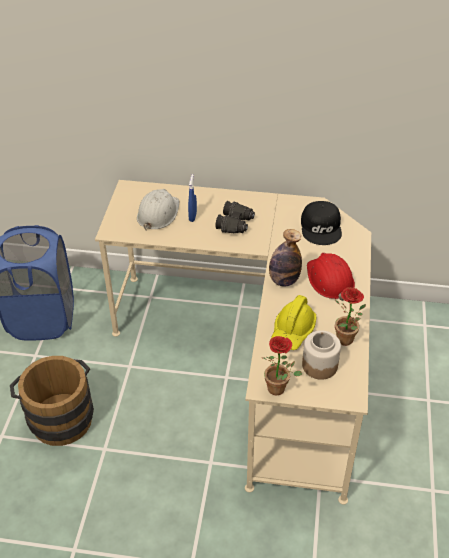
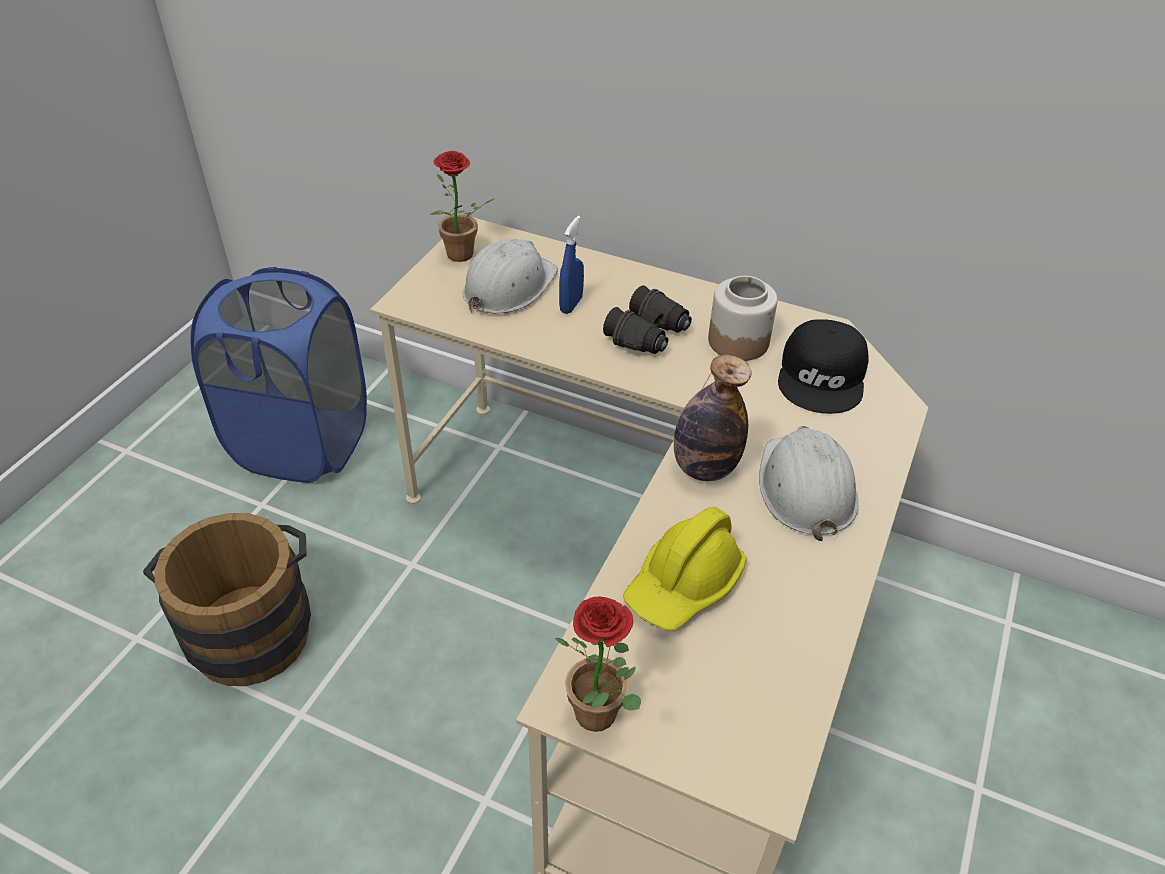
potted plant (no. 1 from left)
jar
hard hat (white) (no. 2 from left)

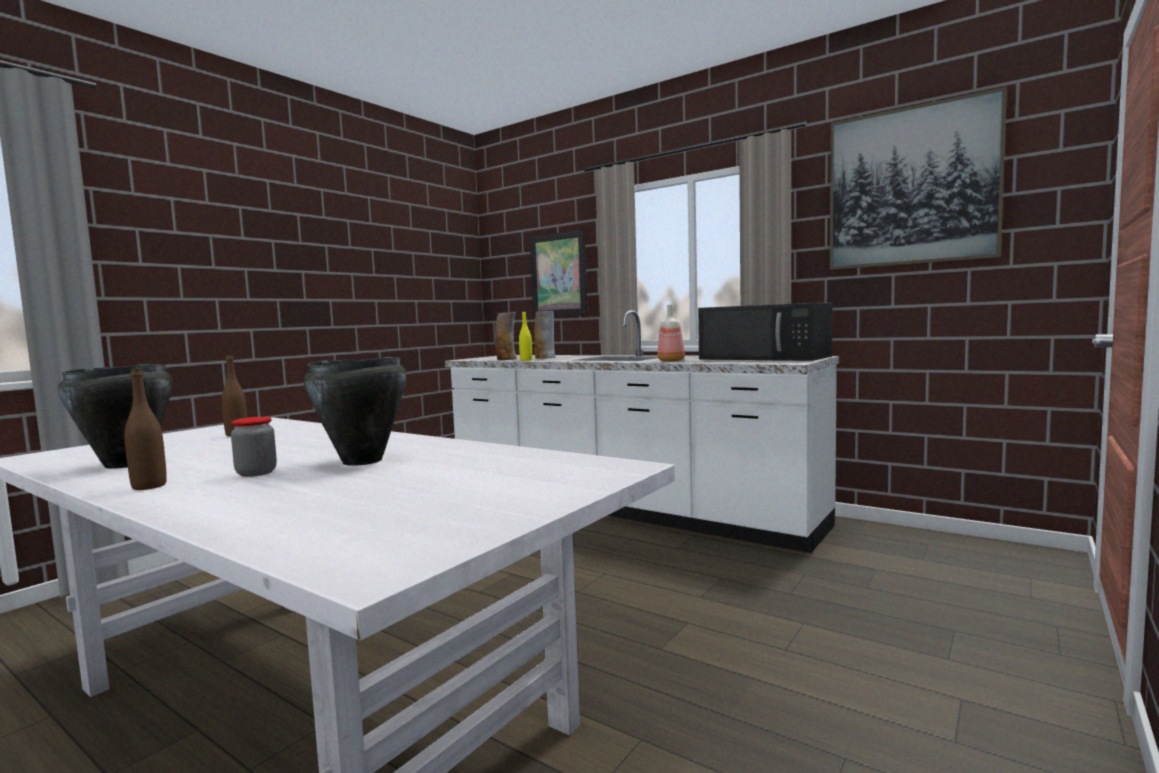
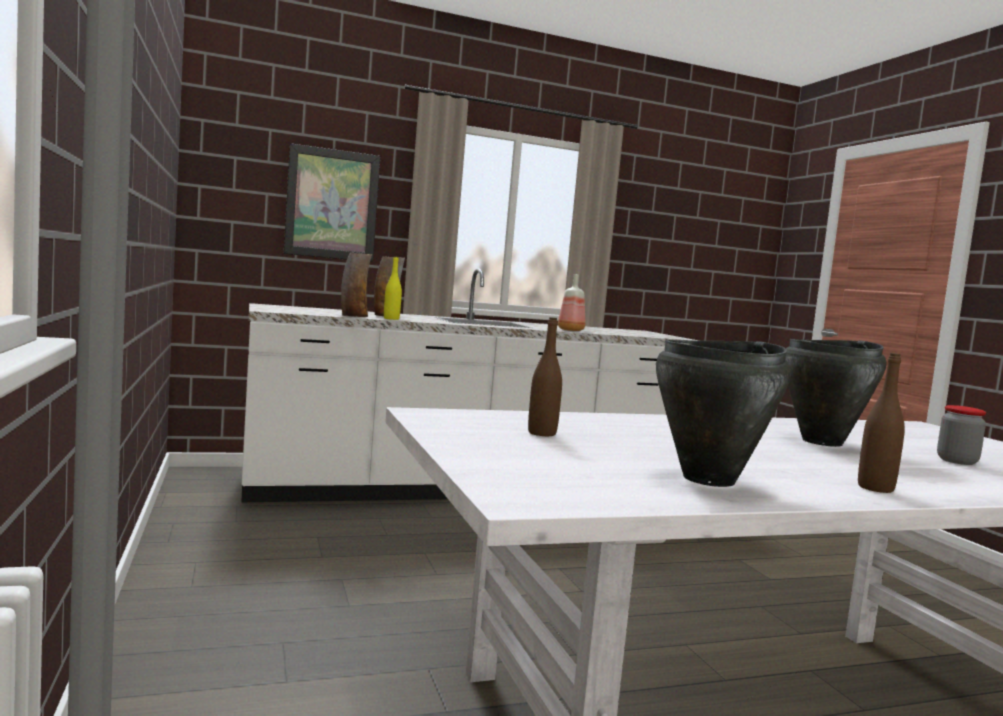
jar
microwave (black)
picture (no. 2 from left in the first image)

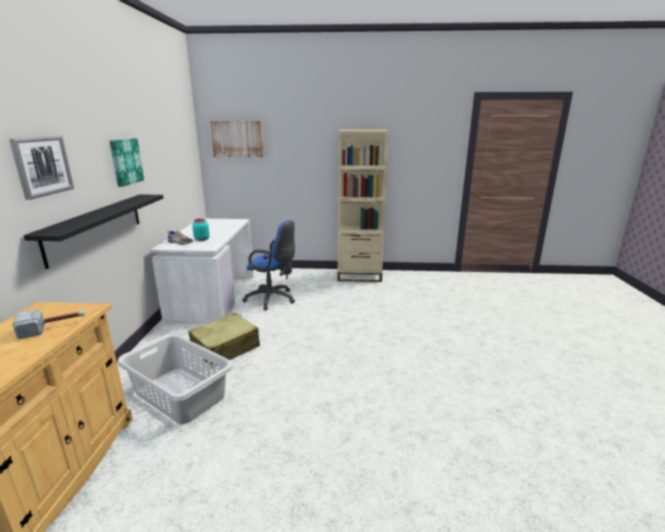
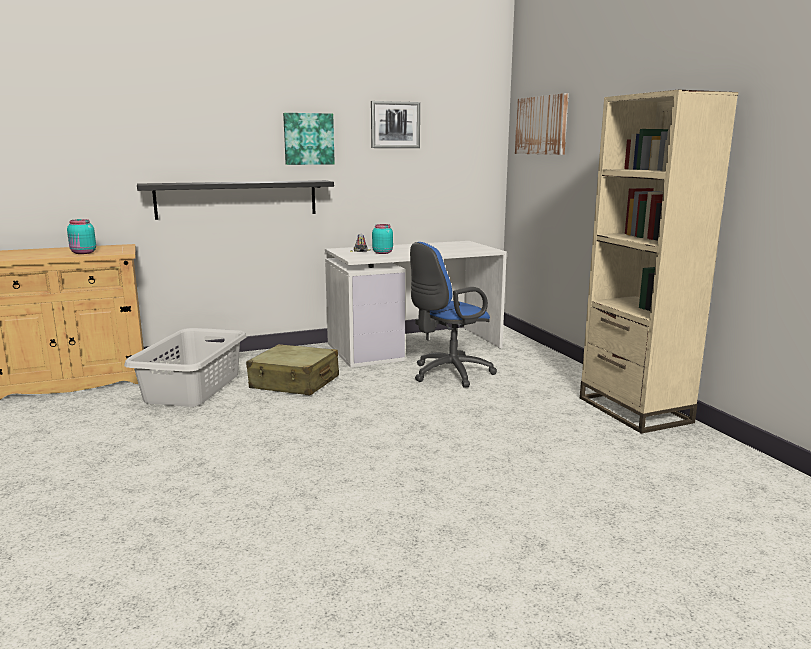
jar (turquoise) (no. 1 from left)
picture (no. 2 from left)
office chair (blue)

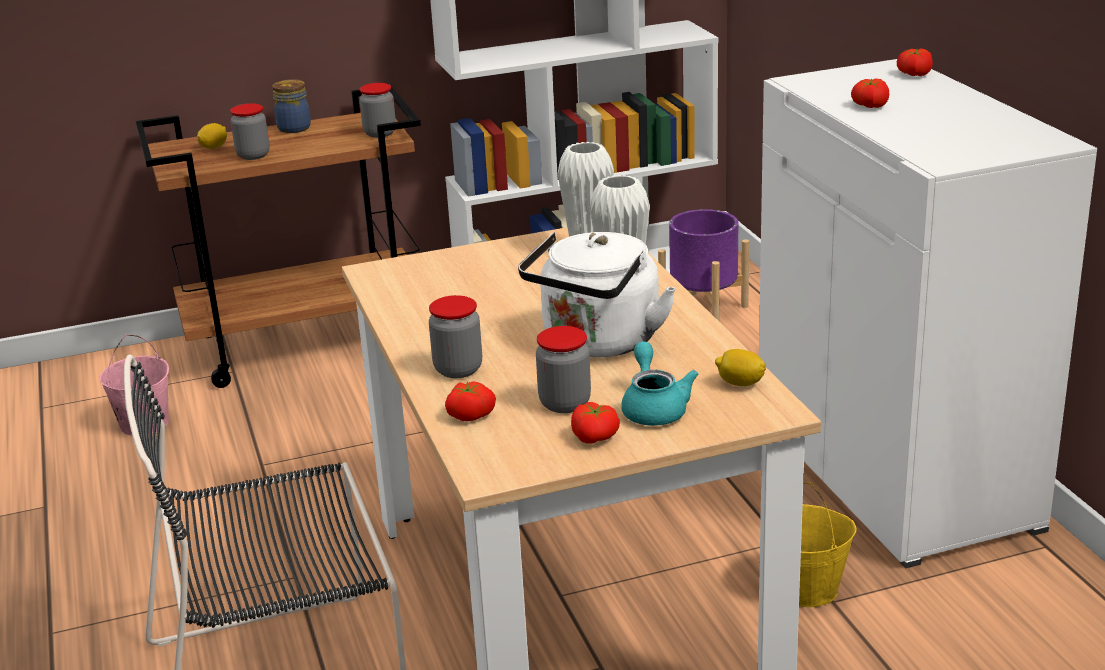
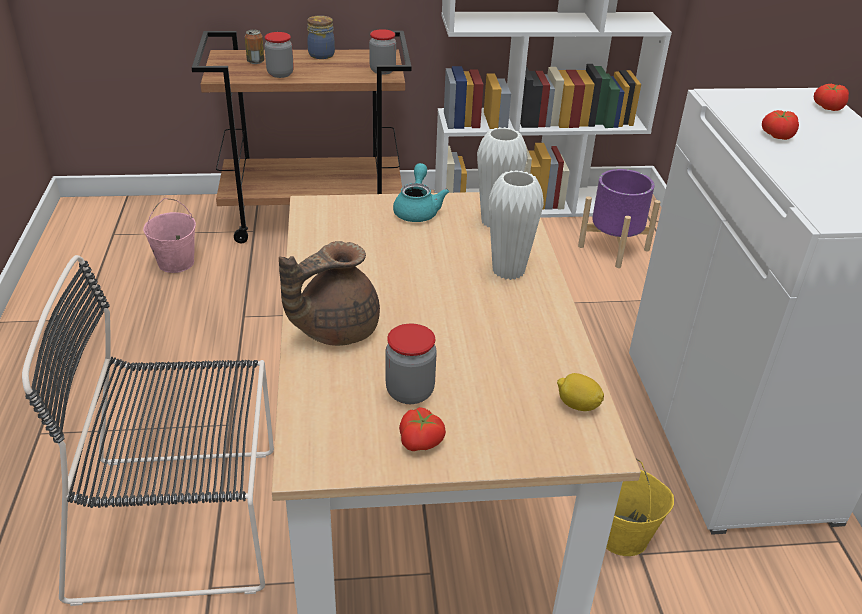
can
teapot (brown)
teapot (turquoise)
tomato (no. 1 from left in the first image)
kettle (white)

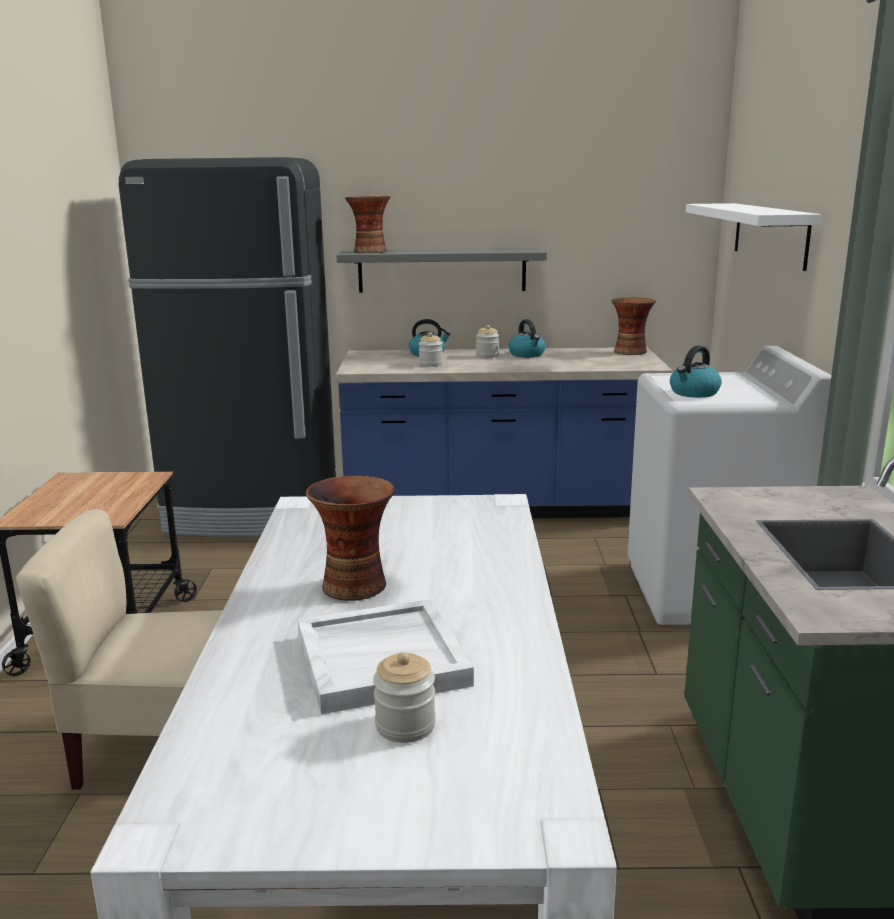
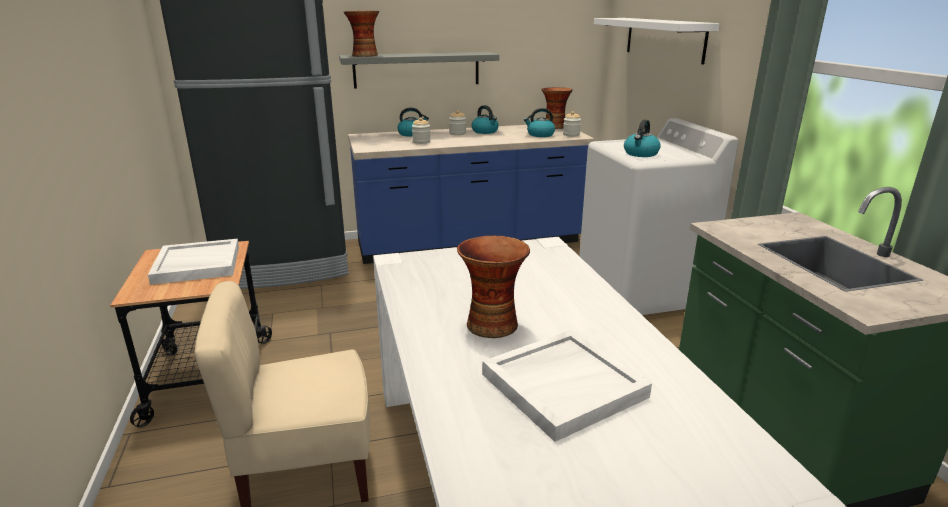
tray (white) (no. 1 from left)
kettle (no. 3 from left)
jar (no. 3 from left)

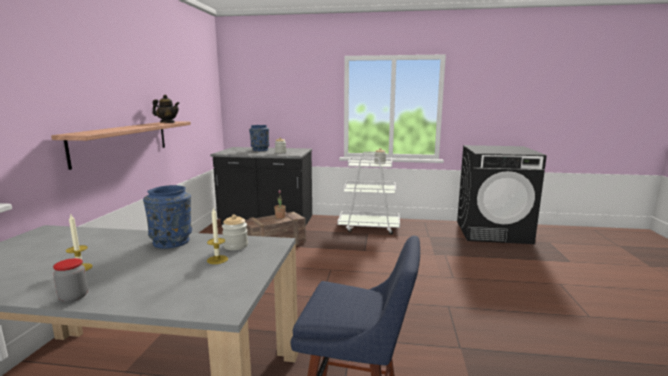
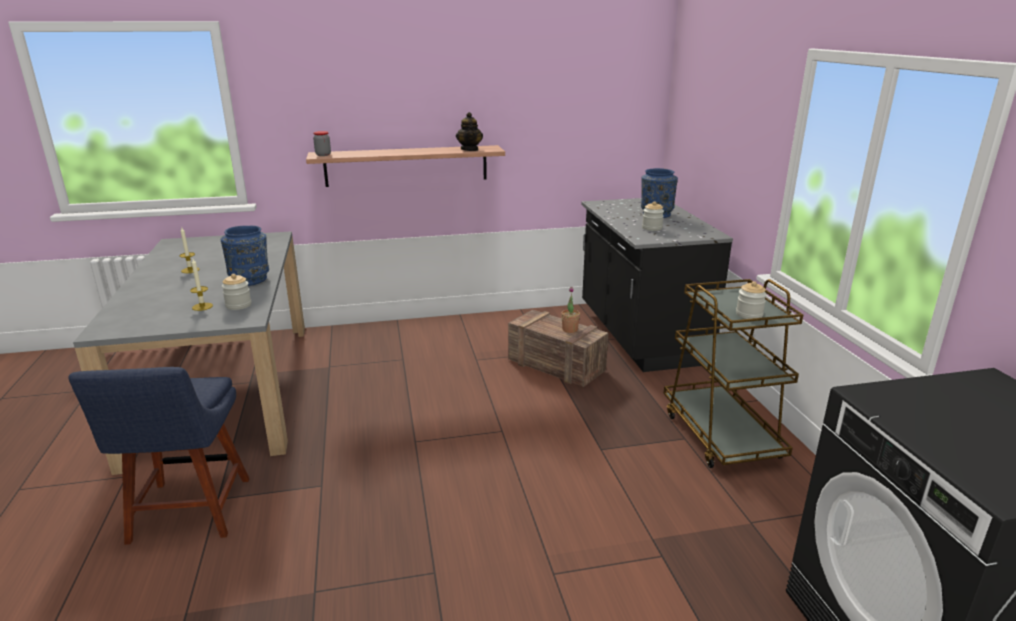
jar (no. 2 from left)
cart (brown)

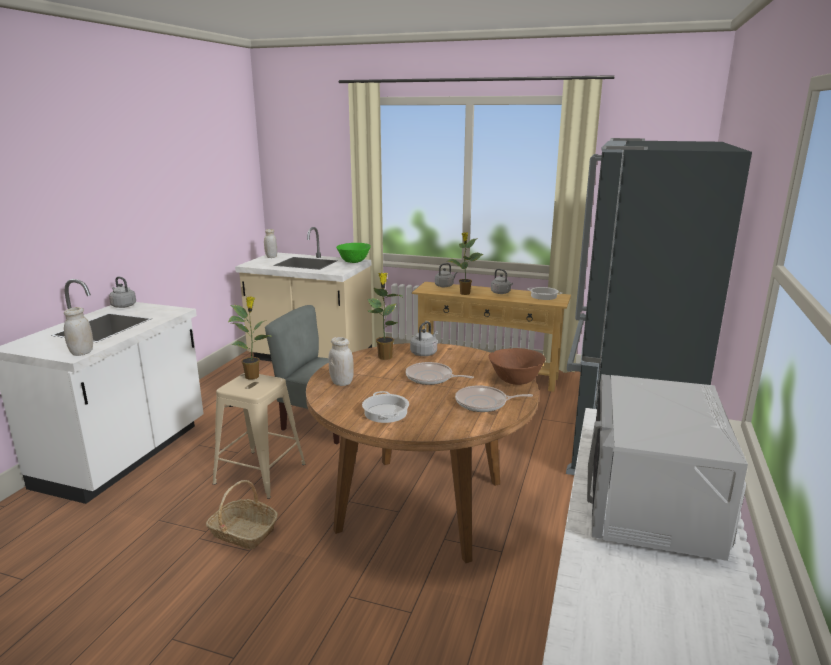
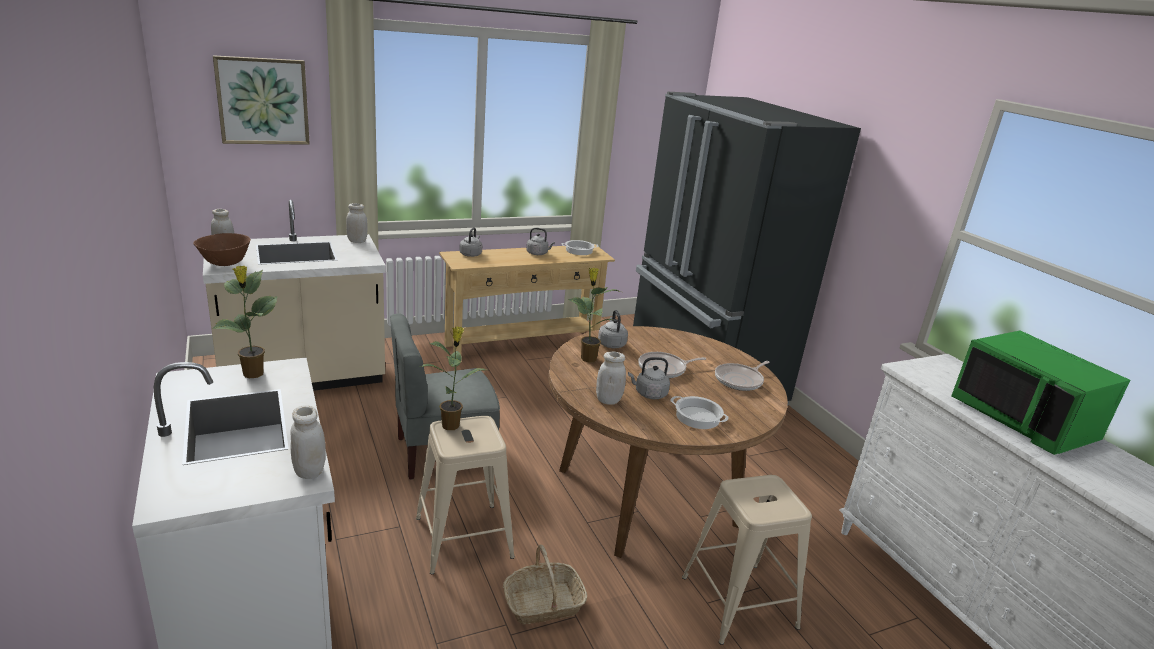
bowl (brown)
potted plant (no. 1 from left)
picture
jar (white) (no. 3 from left)
kettle (grey) (no. 4 from left)
stool (beige) (no. 2 from left)
microwave (green)

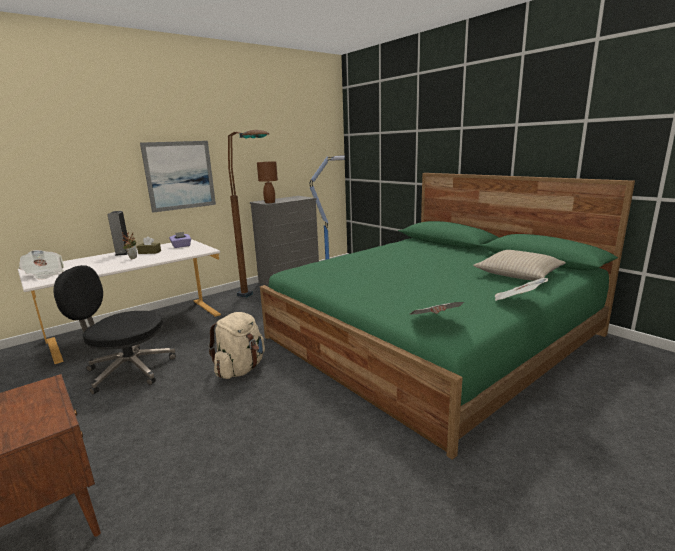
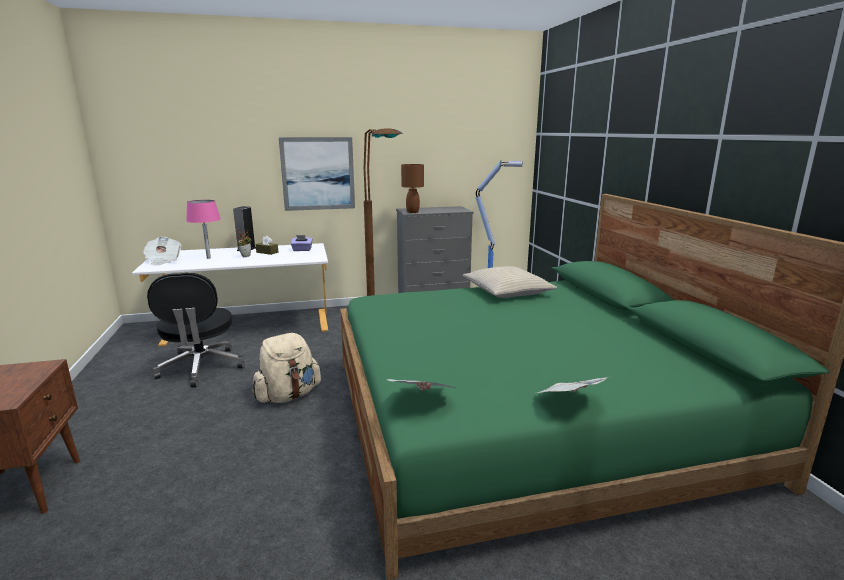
office chair (black)
table lamp (pink)
pillow (beige)

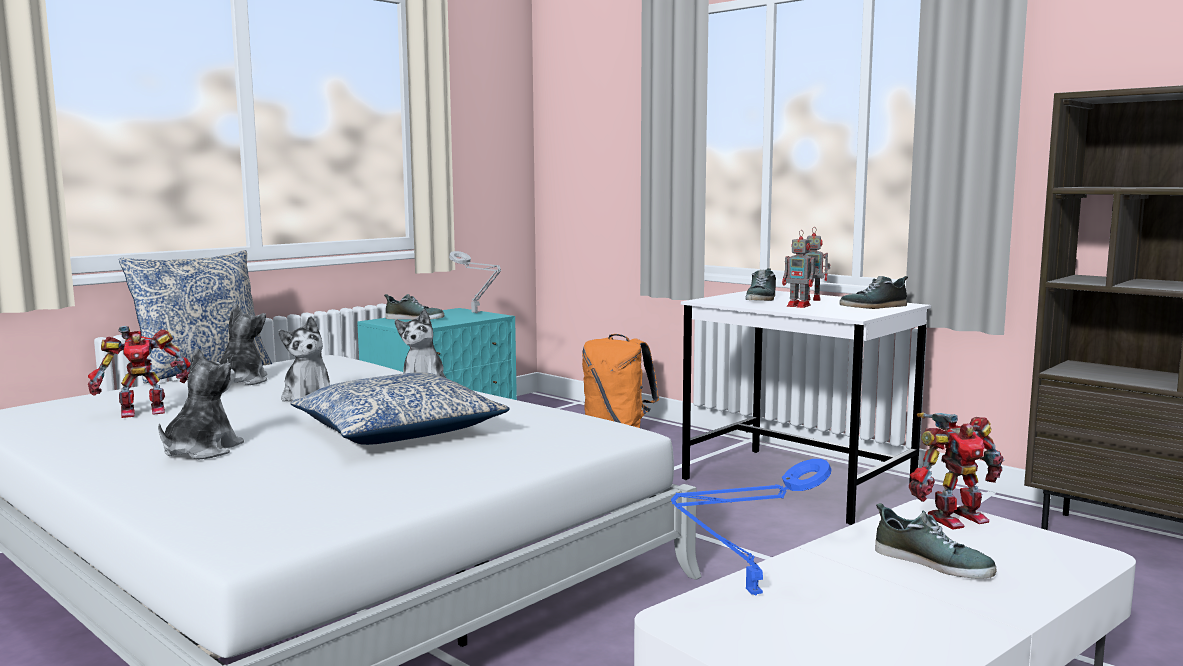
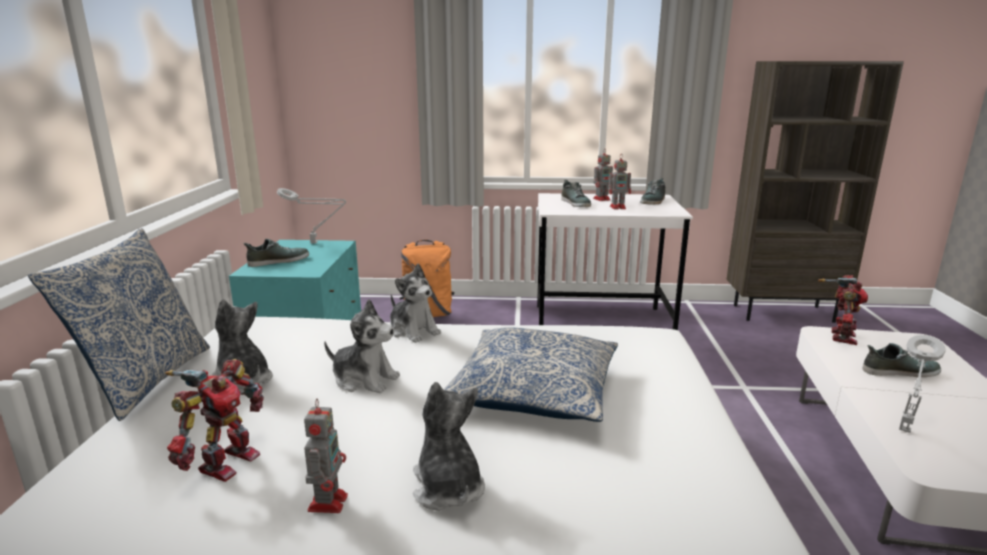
toy robot (no. 2 from left)
table lamp (grey) (no. 2 from left)

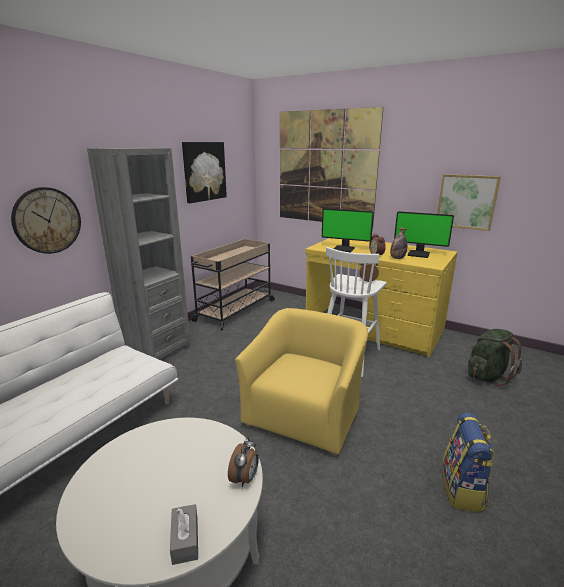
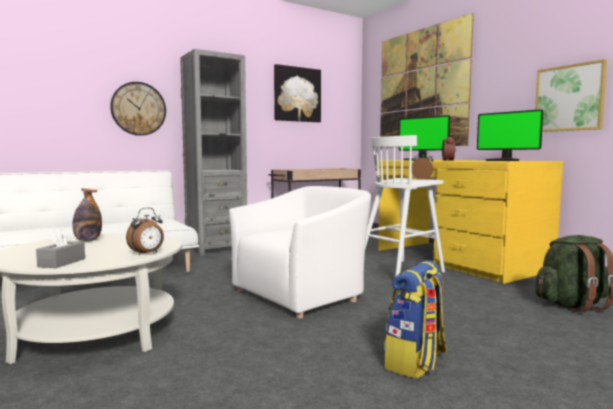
bottle
armchair (white)

